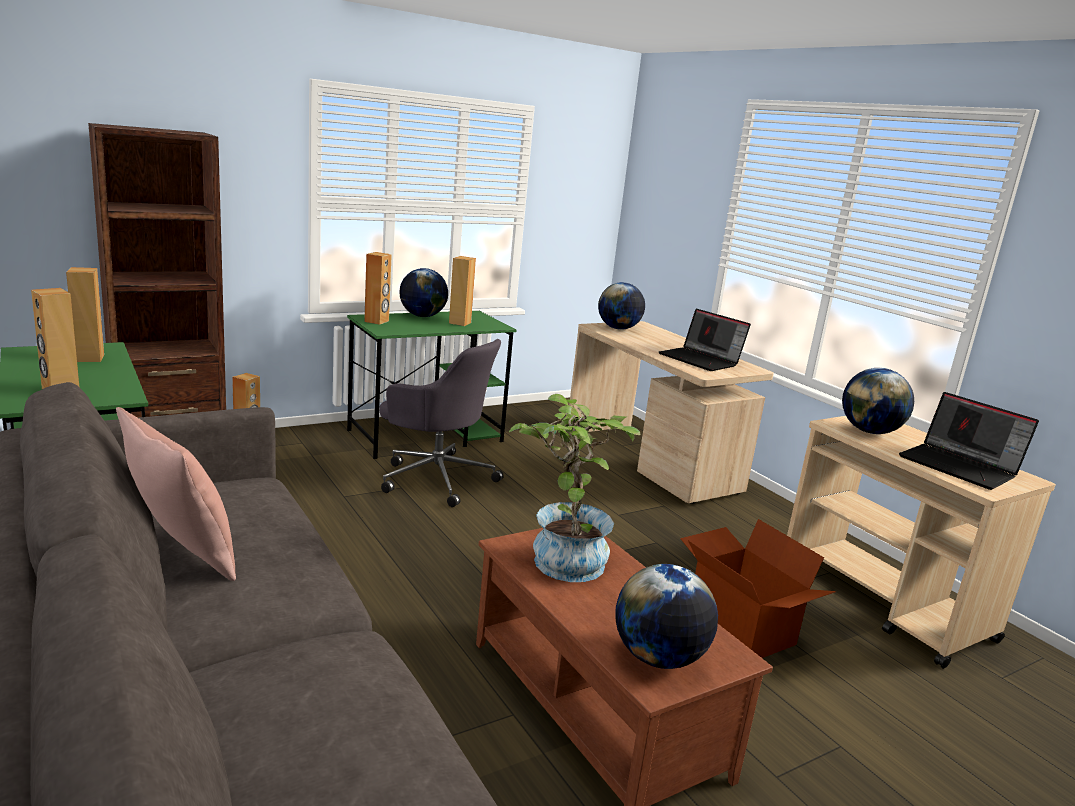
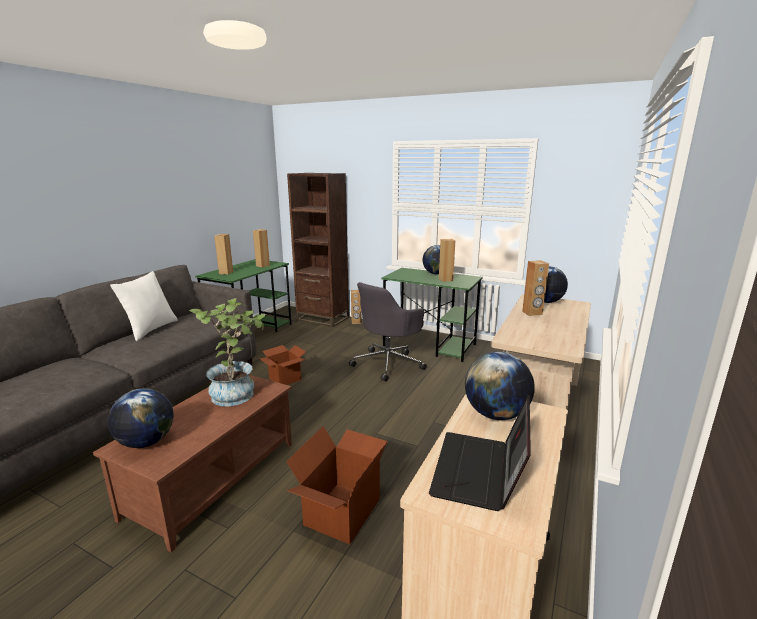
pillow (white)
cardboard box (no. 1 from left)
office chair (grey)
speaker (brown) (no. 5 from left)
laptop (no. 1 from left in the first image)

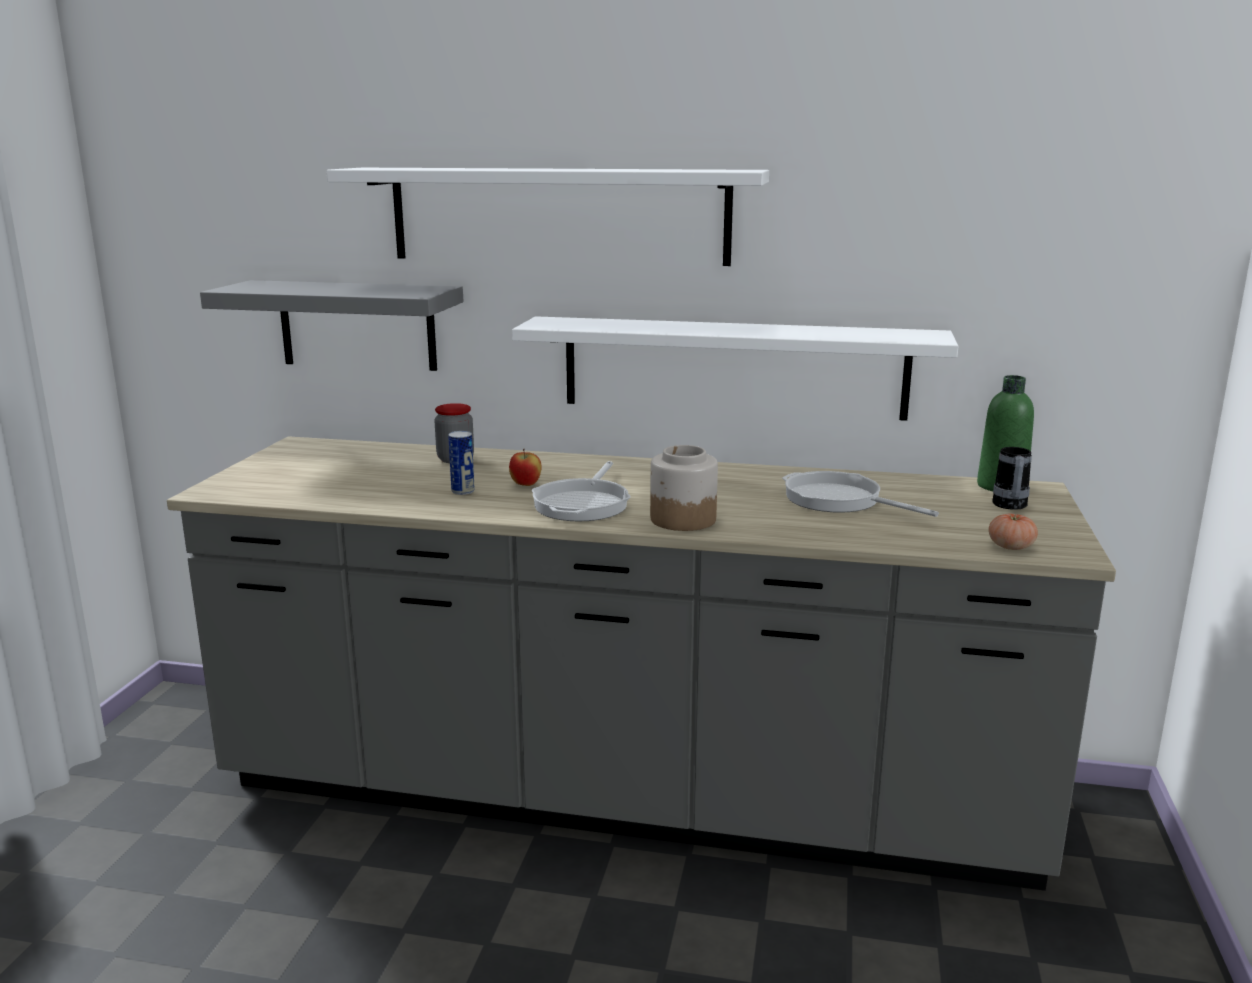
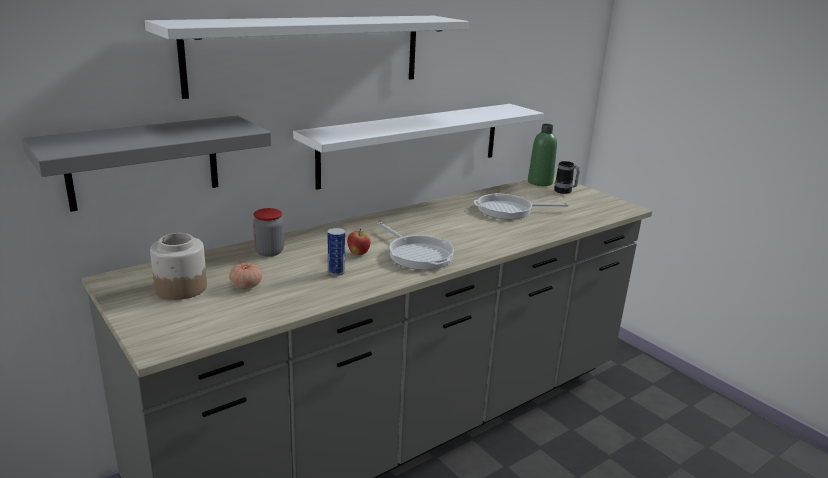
jar (no. 1 from left)
tomato

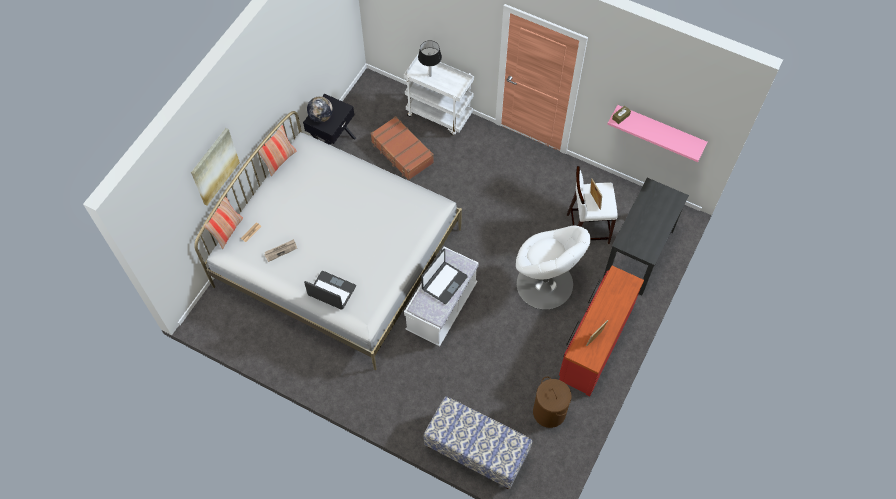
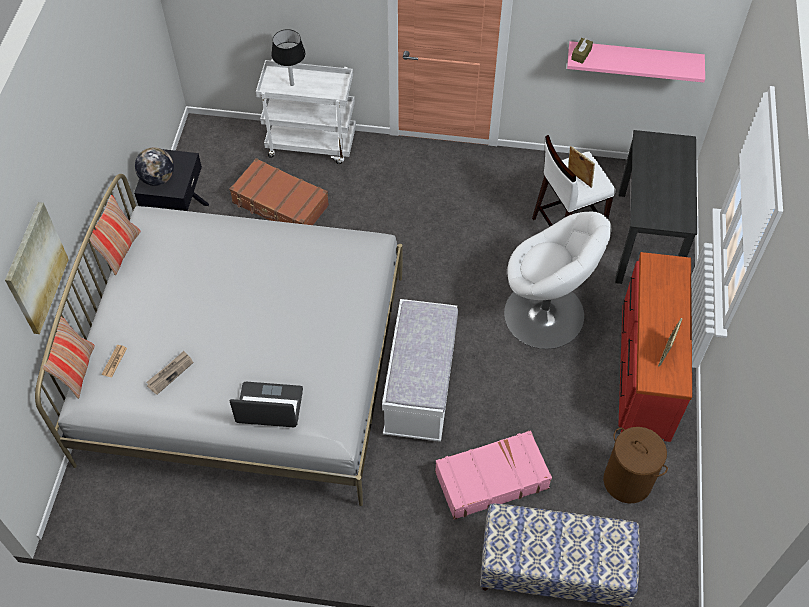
suitcase (pink)
laptop (no. 2 from left in the first image)

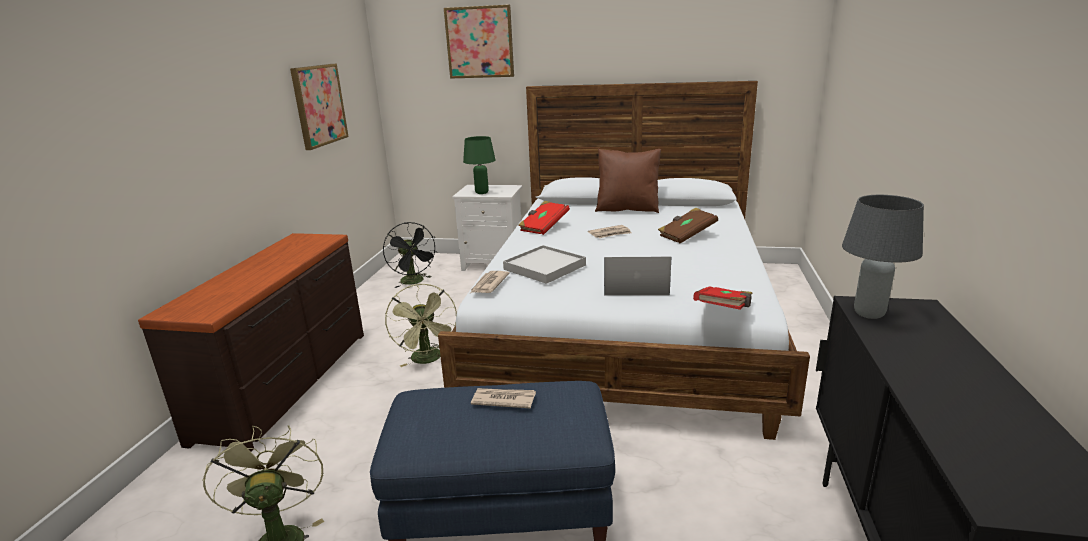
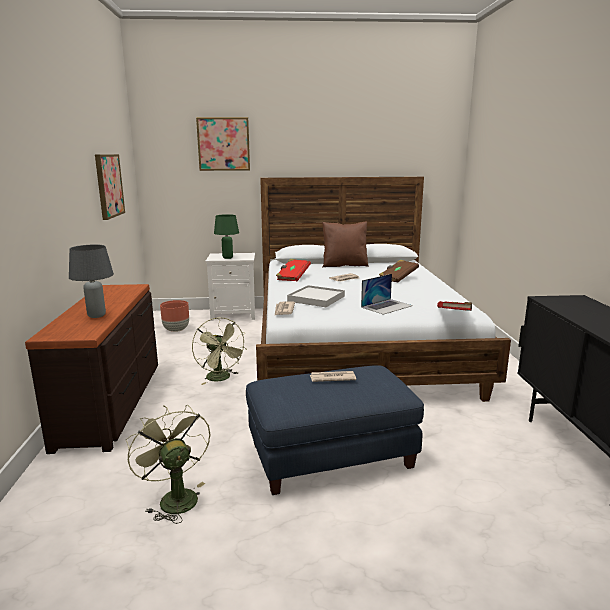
table lamp (grey)
planter (brown)
laptop

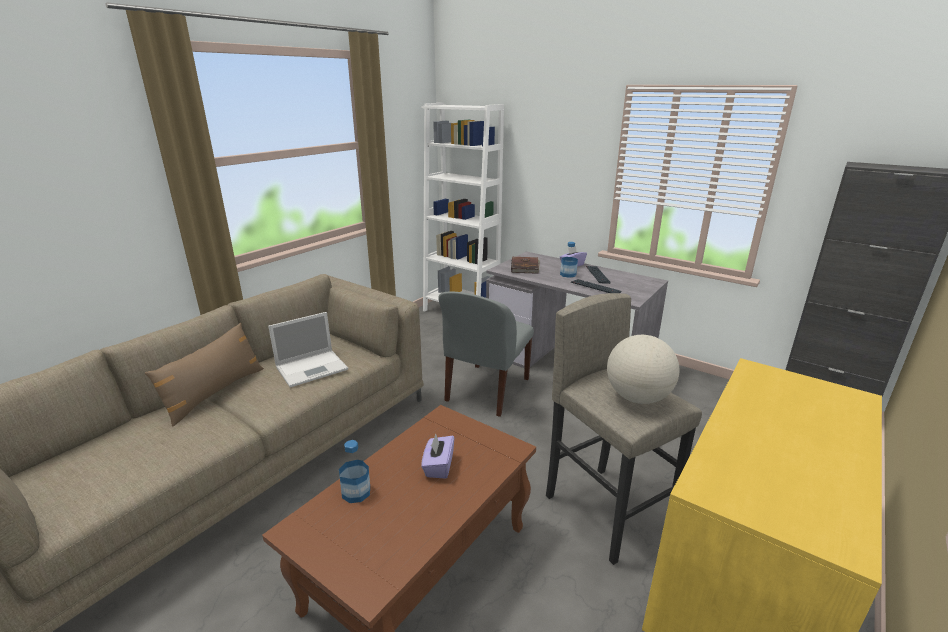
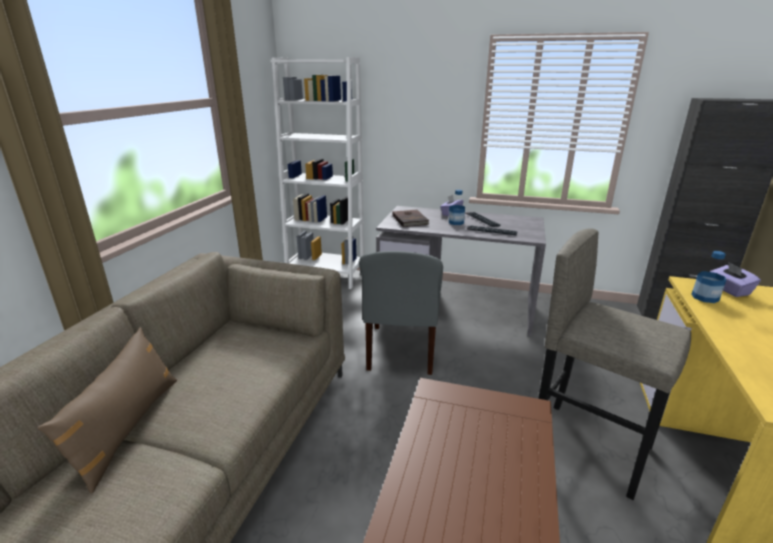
bottle (no. 2 from left)
tissue box (purple) (no. 2 from left)
laptop
globe

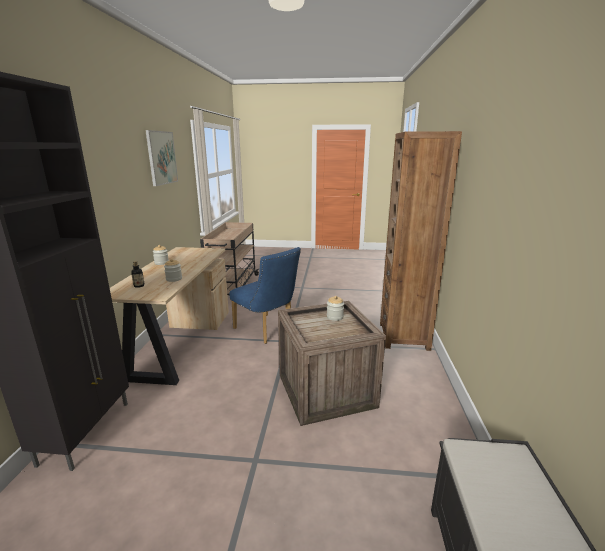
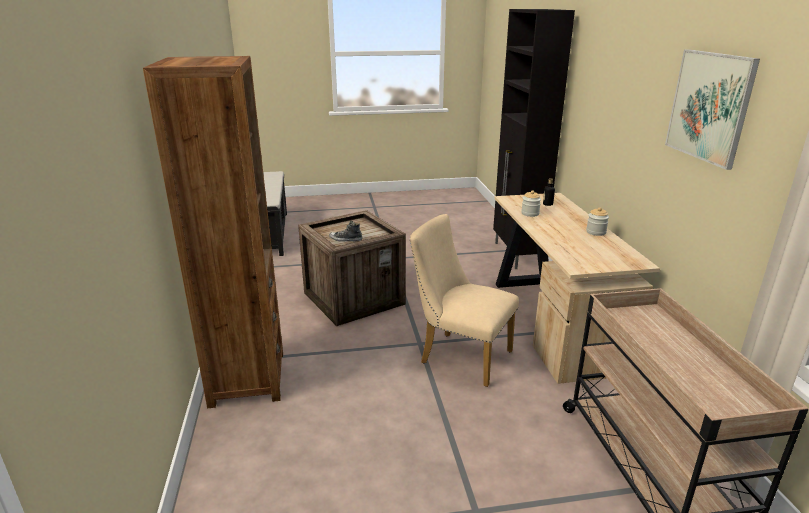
shoe
chair (beige)

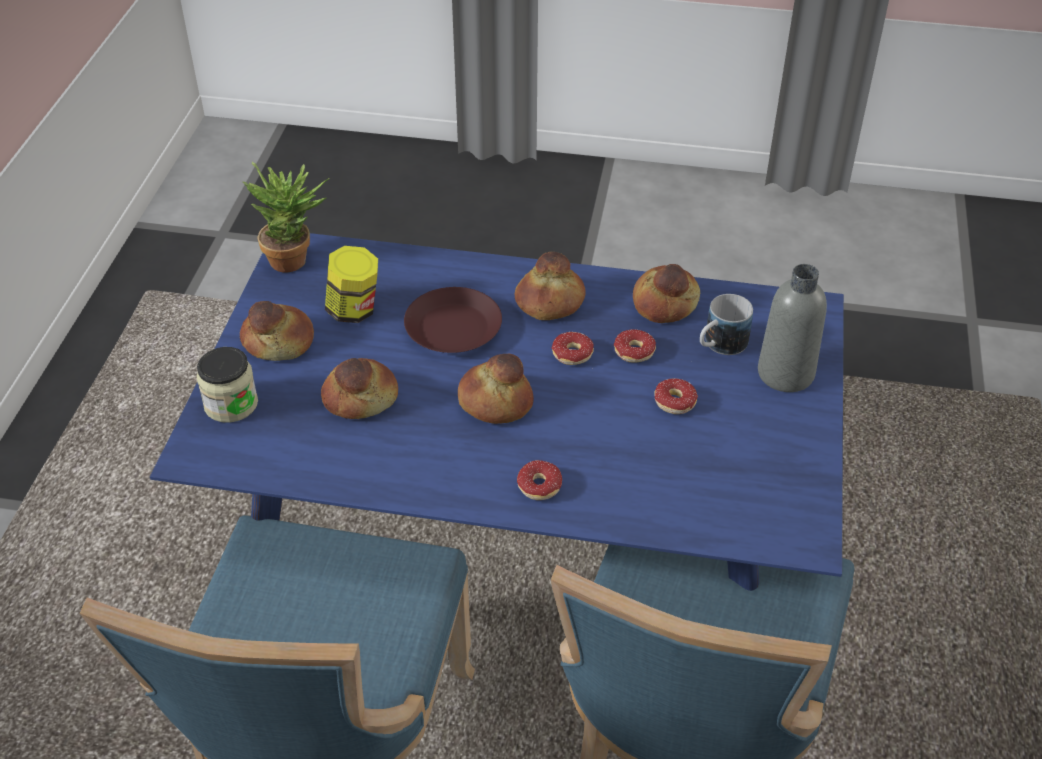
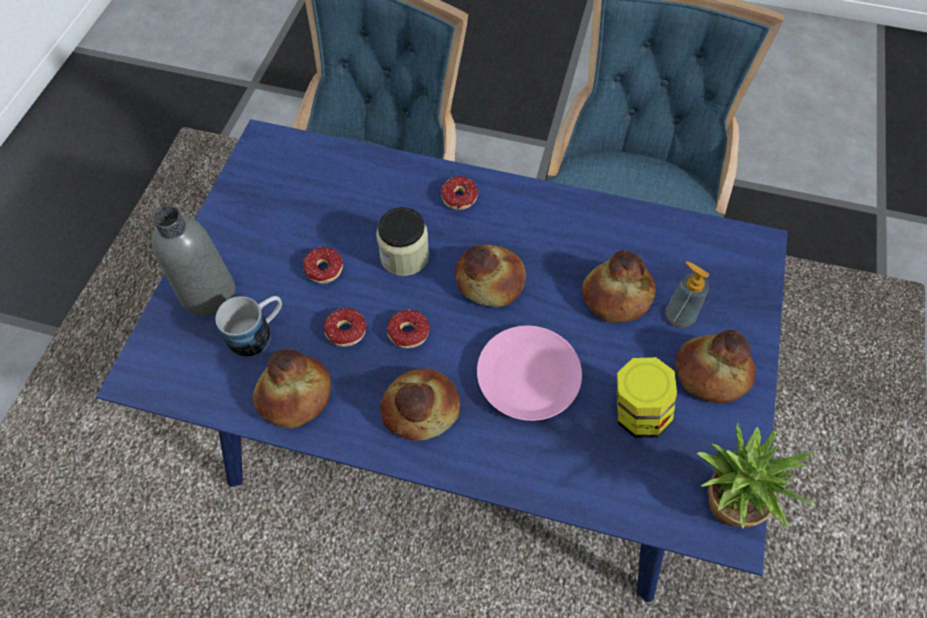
jar (no. 1 from left)
plate (pink)
soap dispenser

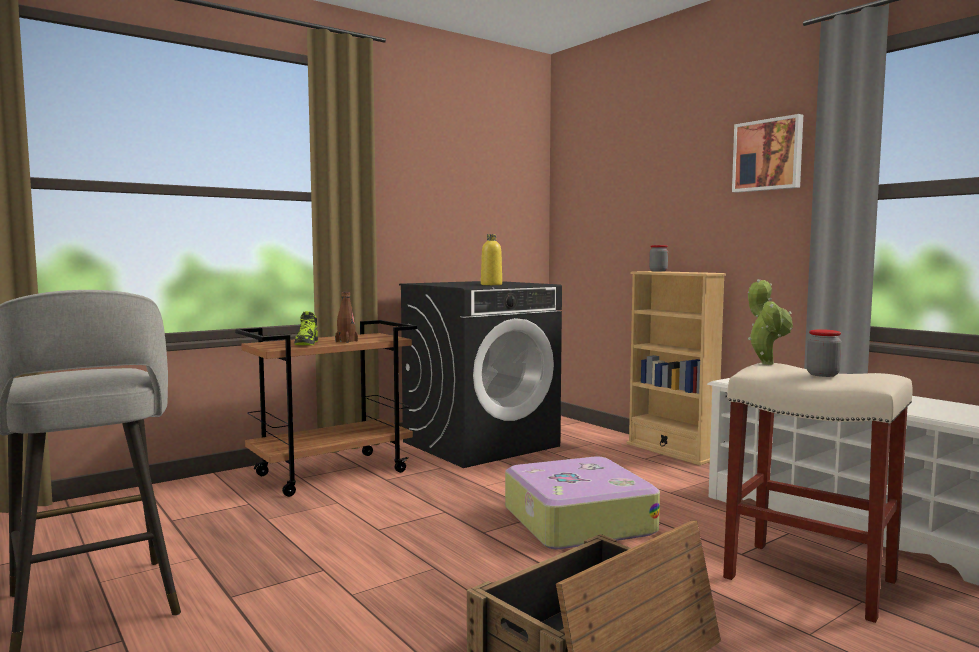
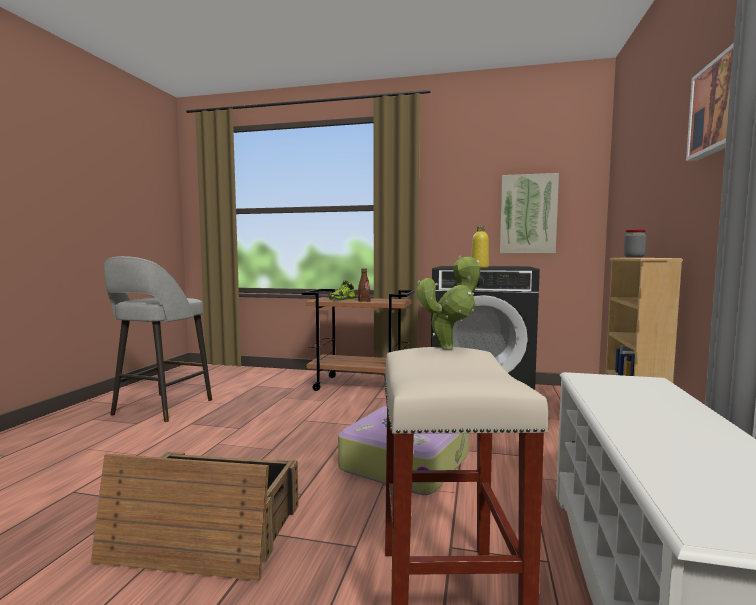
picture (no. 1 from left)
jar (no. 2 from left in the first image)

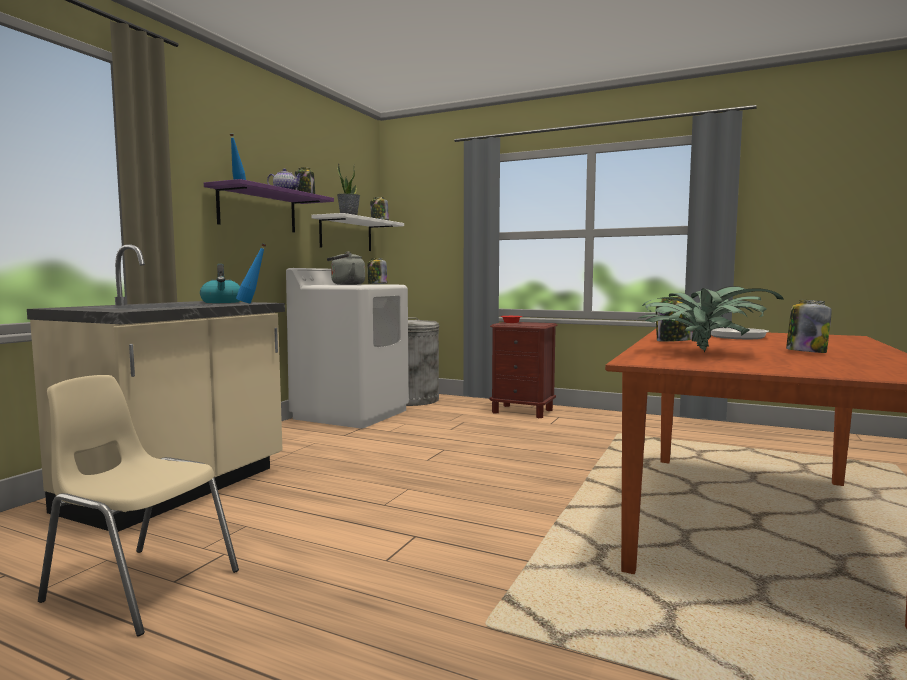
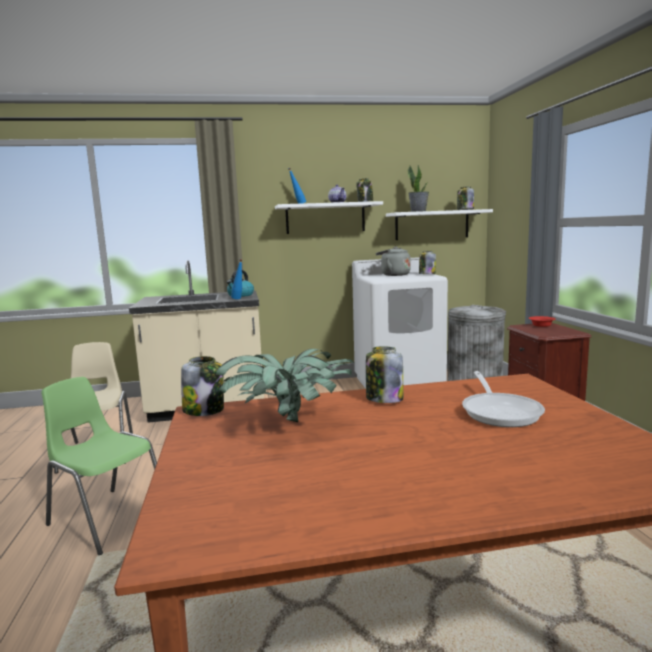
chair (green)
jar (no. 1 from left)
shelf (white) (no. 1 from left)

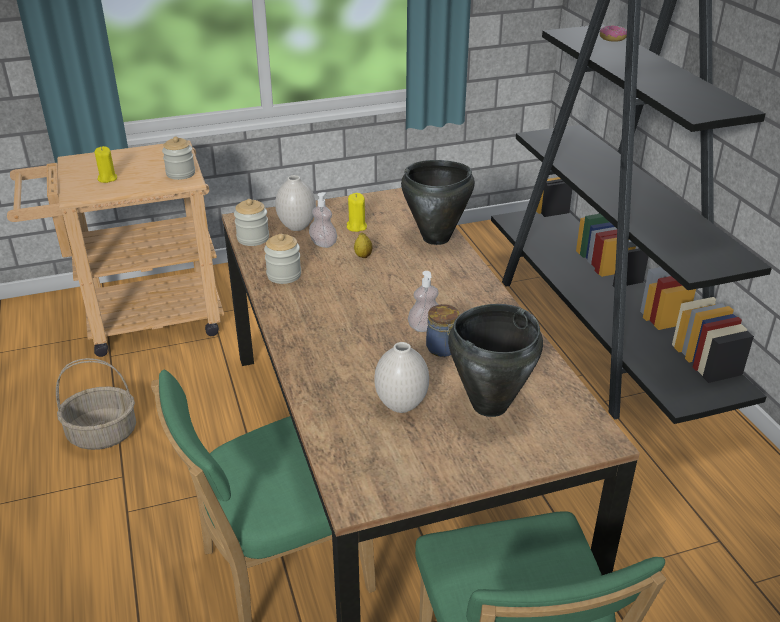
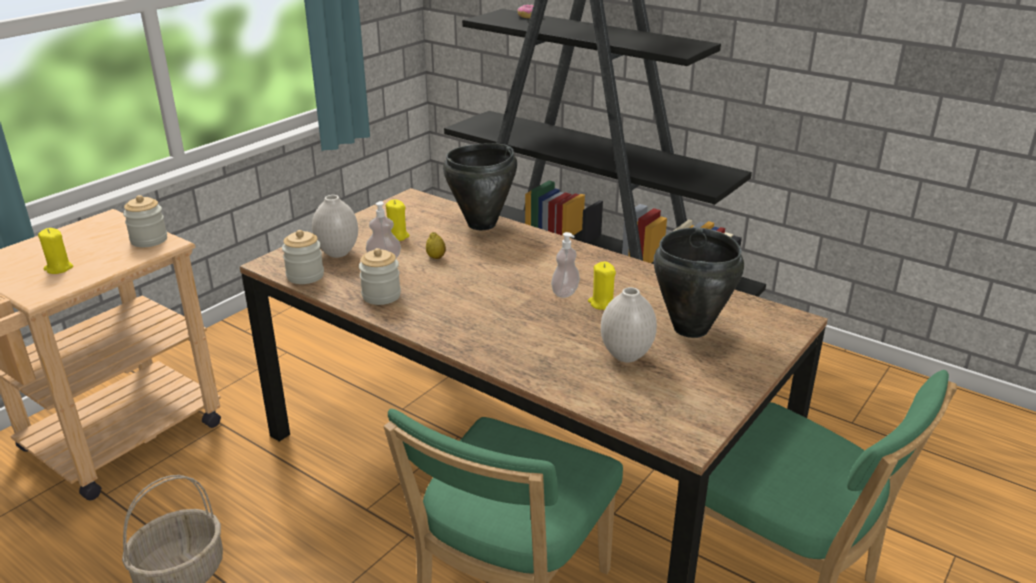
candle (yellow) (no. 3 from left)

